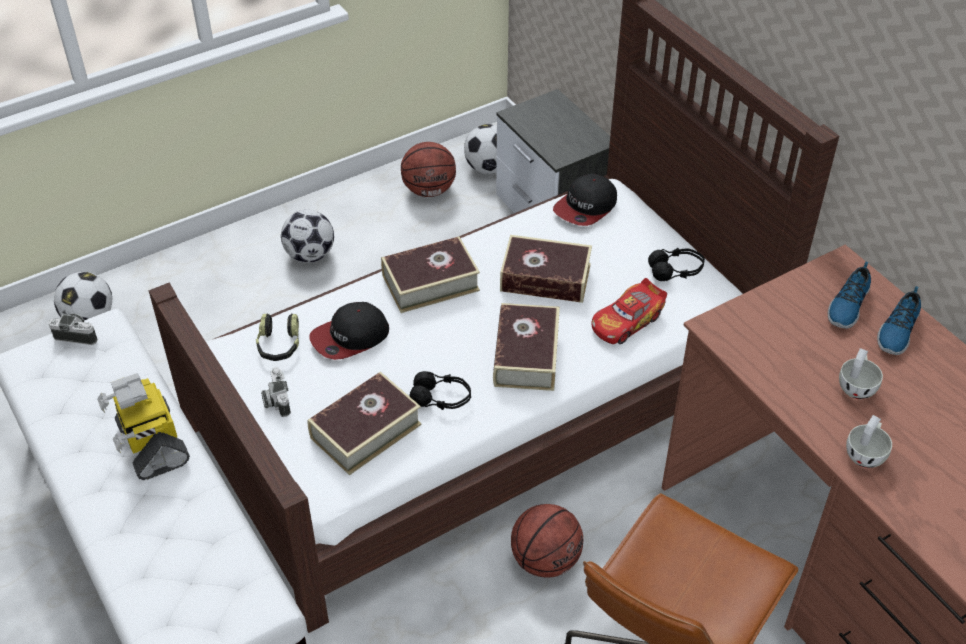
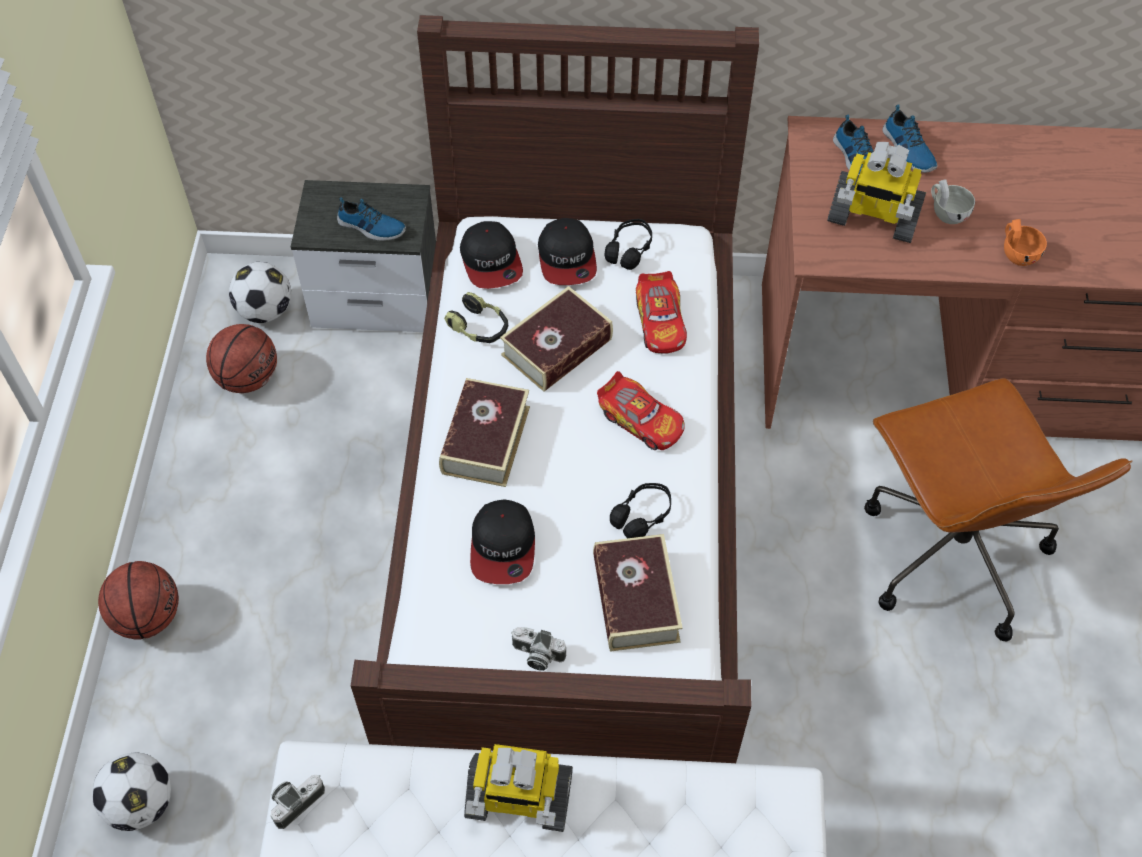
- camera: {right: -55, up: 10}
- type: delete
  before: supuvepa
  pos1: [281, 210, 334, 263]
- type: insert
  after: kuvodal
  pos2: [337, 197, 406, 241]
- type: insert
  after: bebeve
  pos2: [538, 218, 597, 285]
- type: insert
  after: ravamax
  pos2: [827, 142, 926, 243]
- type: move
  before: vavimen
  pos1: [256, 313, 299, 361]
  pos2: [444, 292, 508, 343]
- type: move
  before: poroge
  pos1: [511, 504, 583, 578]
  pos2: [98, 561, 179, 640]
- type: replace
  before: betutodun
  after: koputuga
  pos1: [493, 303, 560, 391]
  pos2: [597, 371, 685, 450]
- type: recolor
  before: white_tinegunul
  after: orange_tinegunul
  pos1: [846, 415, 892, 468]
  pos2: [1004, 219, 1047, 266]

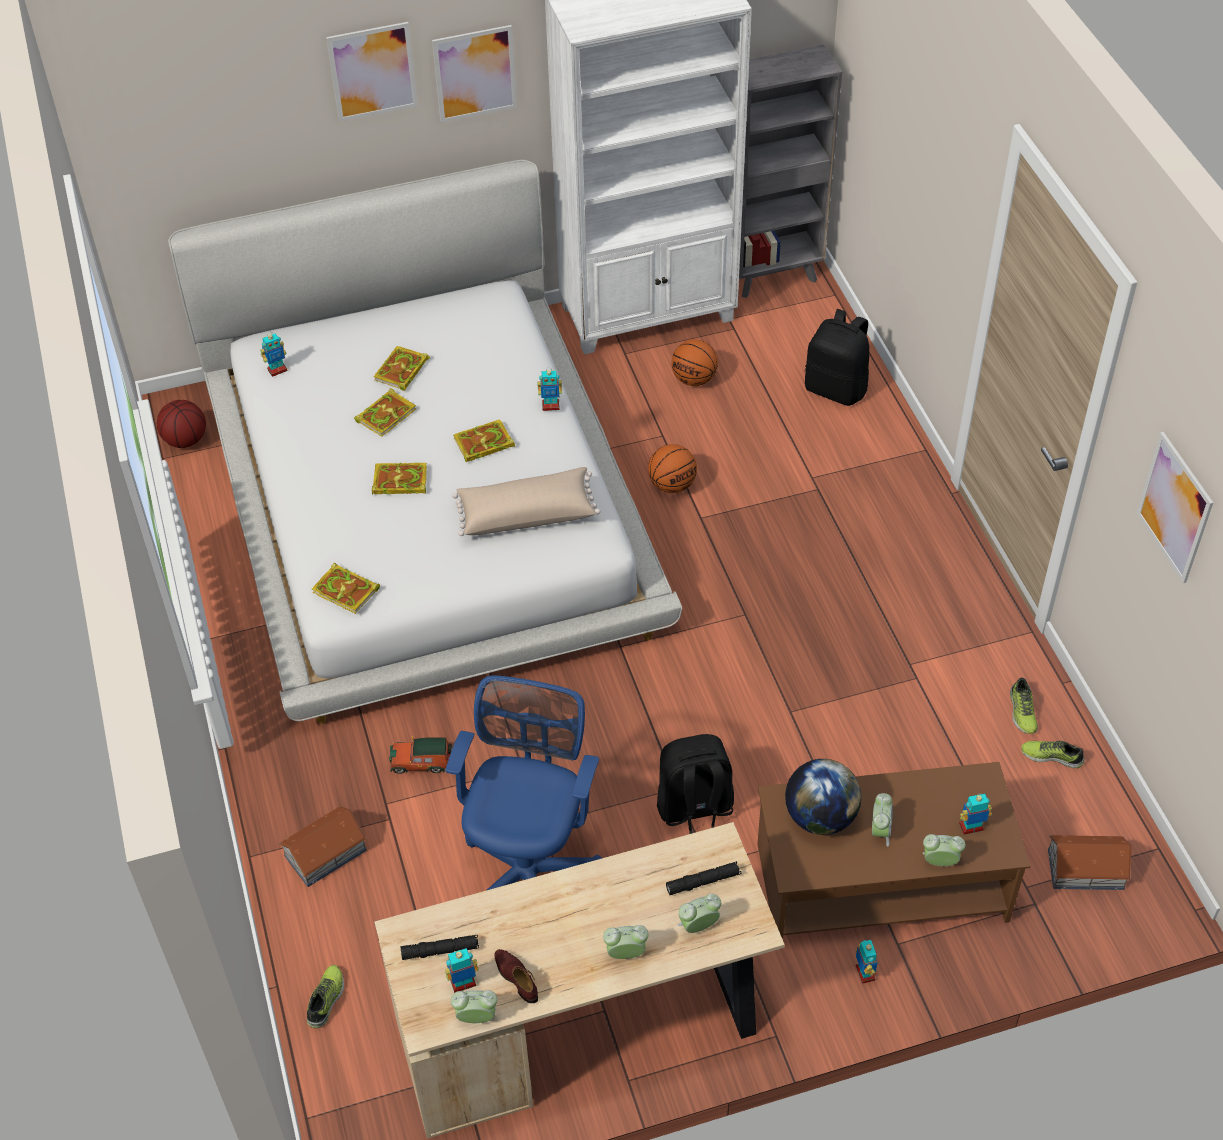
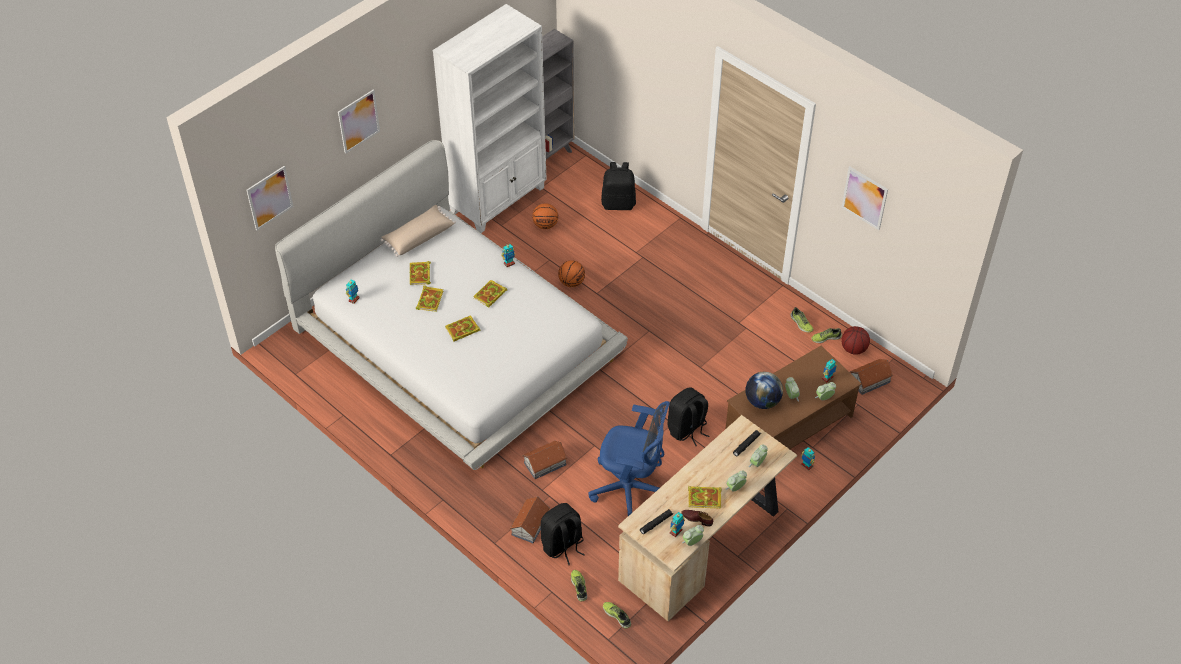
- camera: {right: -30, up: 0}
- type: insert
  after: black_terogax
  pos2: [541, 503, 585, 565]
- type: insert
  after: kuvodal
  pos2: [603, 602, 631, 629]
- type: move
  before: poroge
  pos1: [157, 400, 206, 448]
  pos2: [841, 326, 870, 355]
- type: move
  before: betutodun
  pos1: [312, 563, 380, 614]
  pos2: [688, 486, 721, 509]
- type: move
  before: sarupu
  pos1: [432, 25, 517, 123]
  pos2: [246, 166, 294, 230]
- type: move
  before: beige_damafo
  pos1: [452, 467, 601, 536]
  pos2: [381, 205, 456, 257]
- type: replace
  before: koputuga
  after: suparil
  pos1: [389, 736, 452, 774]
  pos2: [522, 441, 567, 479]
- type: rotate
  before: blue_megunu
  pos1: [445, 675, 602, 890]
  pos2: [588, 401, 670, 516]
  turn: 120

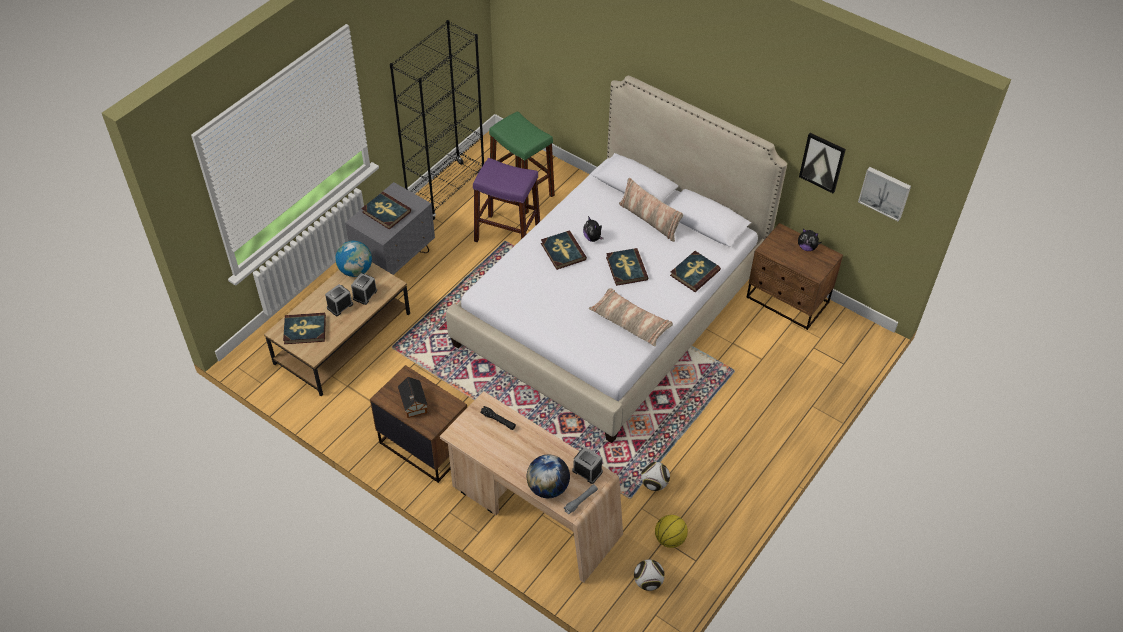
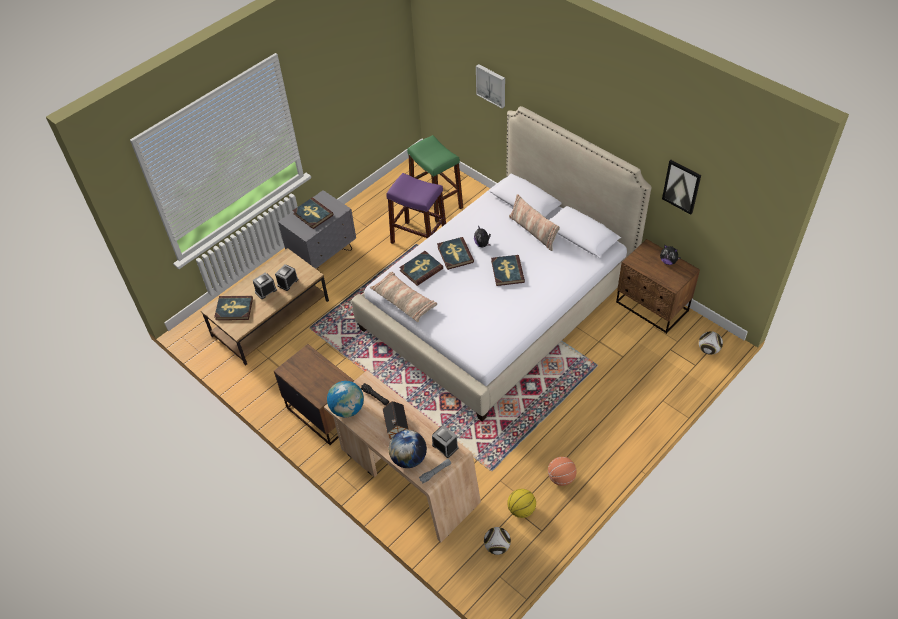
- camera: {right: 10, up: 0}
- type: delete
  before: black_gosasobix
  pos1: [390, 20, 484, 220]
- type: insert
  after: poroge
  pos2: [548, 457, 577, 486]
- type: move
  before: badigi
  pos1: [335, 241, 372, 277]
  pos2: [327, 381, 364, 418]
- type: move
  before: suparil
  pos1: [397, 377, 428, 418]
  pos2: [383, 401, 409, 439]
- type: move
  before: damafo
  pos1: [589, 288, 673, 346]
  pos2: [370, 272, 437, 322]
- type: move
  before: supuvepa
  pos1: [641, 462, 670, 491]
  pos2: [699, 331, 723, 355]
- type: move
  before: betutodun
  pos1: [670, 251, 721, 292]
  pos2: [399, 251, 443, 286]
- type: move
  before: sarupu
  pos1: [858, 167, 911, 221]
  pos2: [476, 64, 505, 108]

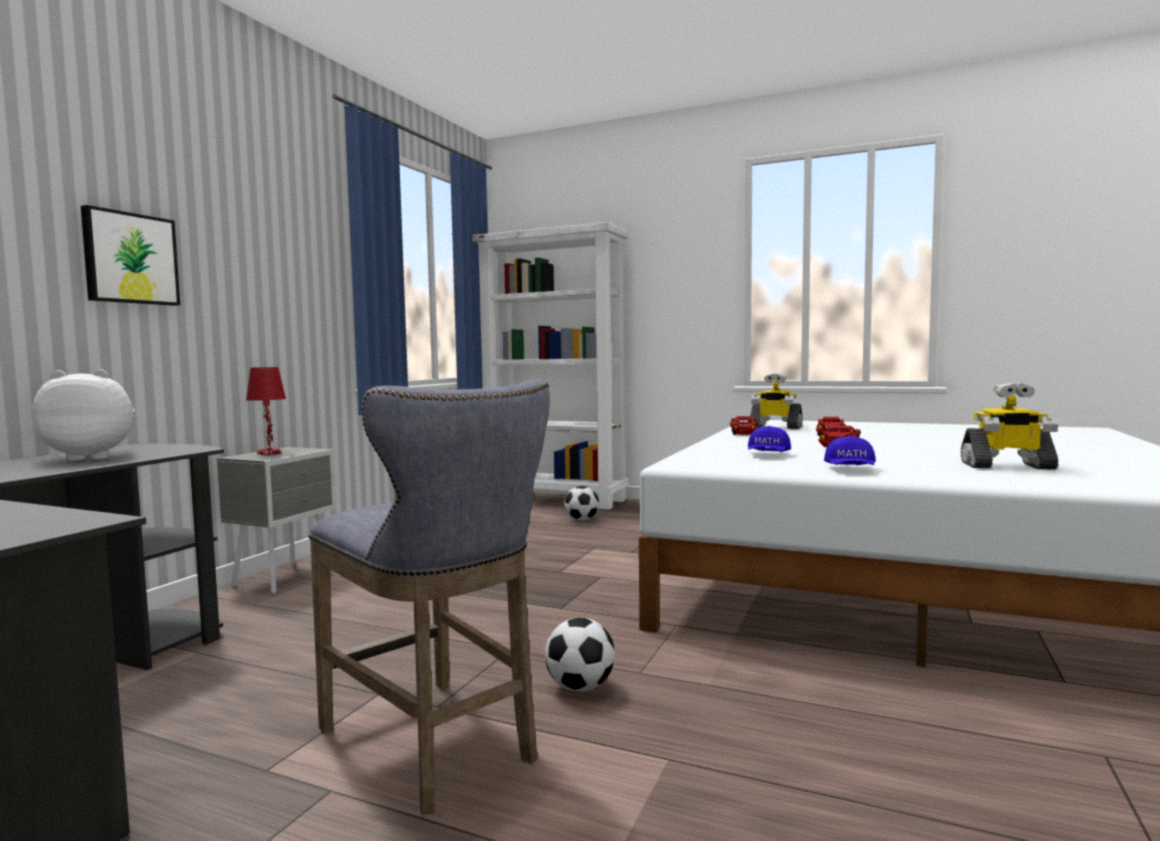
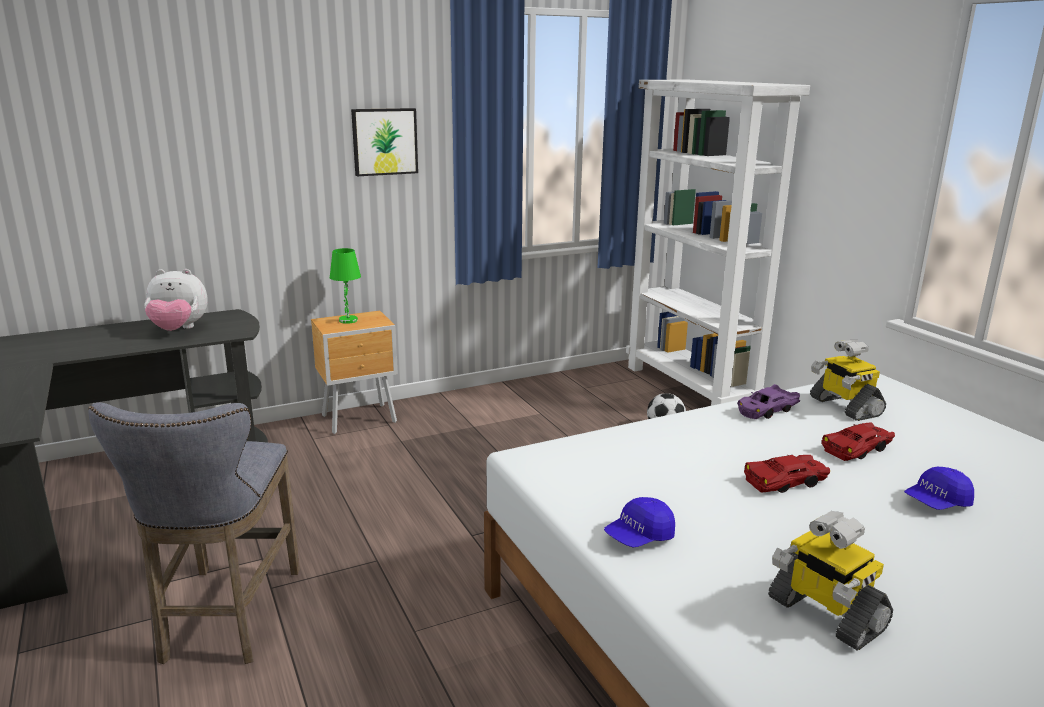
- camera: {right: 40, up: 15}
- type: delete
  before: supuvepa
  pos1: [545, 618, 615, 691]
- type: move
  before: sarupu
  pos1: [81, 205, 180, 306]
  pos2: [351, 108, 418, 176]
- type: move
  before: blue_bebeve
  pos1: [748, 426, 791, 452]
  pos2: [904, 467, 974, 510]
- type: recolor
  before: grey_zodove
  after: brown_zodove
  pos1: [217, 447, 336, 594]
  pos2: [311, 311, 398, 434]
- type: recolor
  before: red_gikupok
  after: green_gikupok
  pos1: [246, 367, 286, 455]
  pos2: [330, 248, 361, 324]
- type: recolor
  before: red_koputuga
  after: purple_koputuga
  pos1: [730, 416, 757, 435]
  pos2: [737, 384, 800, 419]
- type: rotate
  before: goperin
  pos1: [32, 369, 135, 461]
  pos2: [144, 269, 208, 331]
  turn: 150

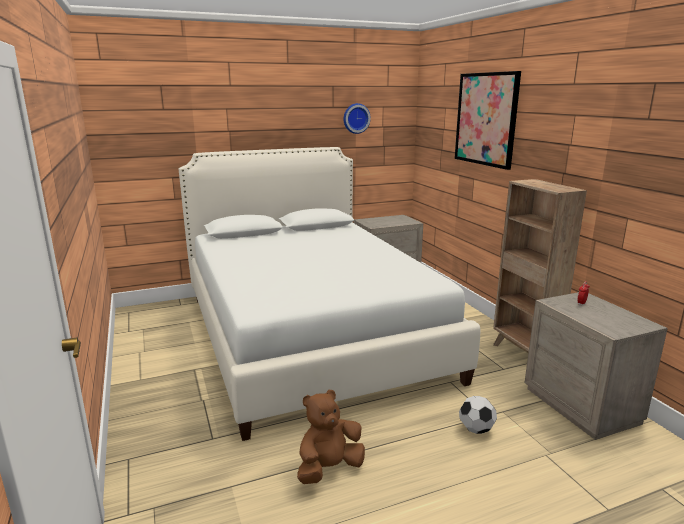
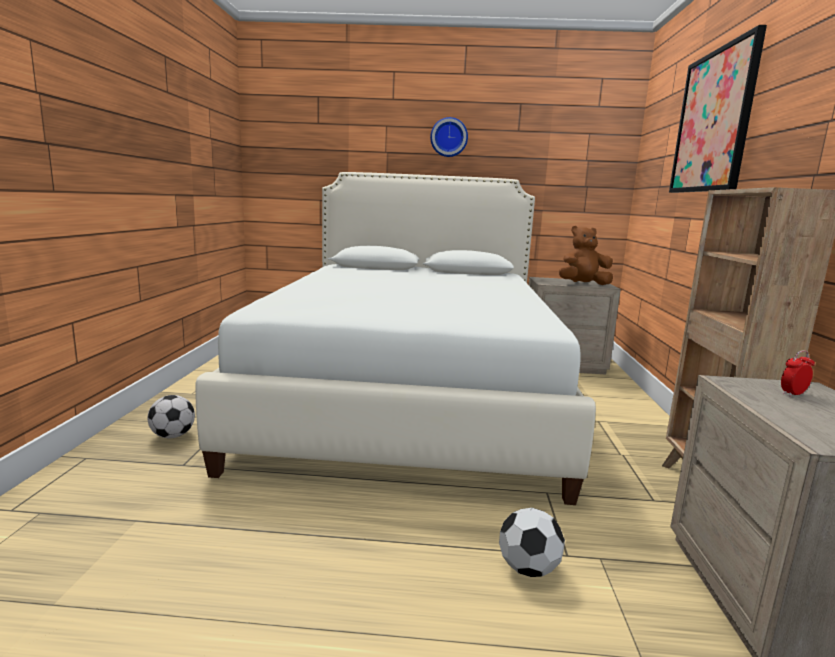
- camera: {right: 25, up: -5}
- type: insert
  after: supuvepa
  pos2: [147, 395, 195, 438]
- type: move
  before: brown_goperin
  pos1: [297, 390, 365, 484]
  pos2: [559, 226, 613, 285]
- type: move
  before: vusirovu
  pos1: [344, 103, 371, 134]
  pos2: [430, 117, 468, 157]

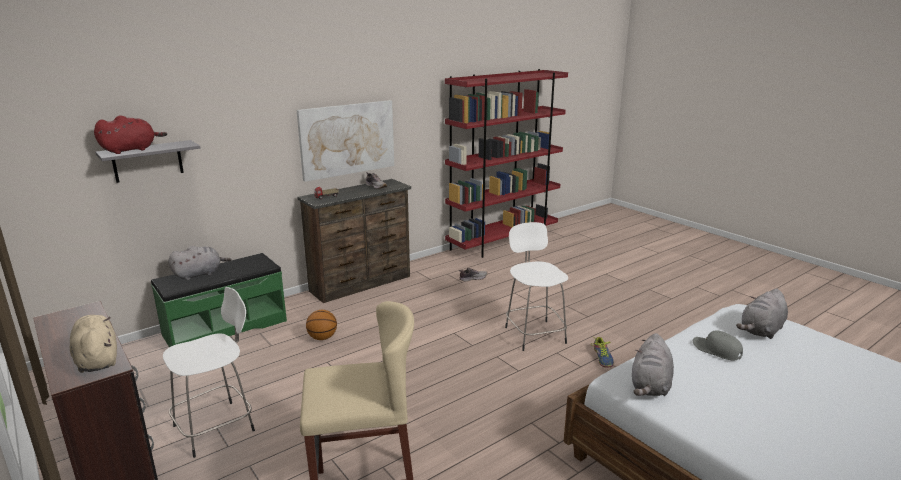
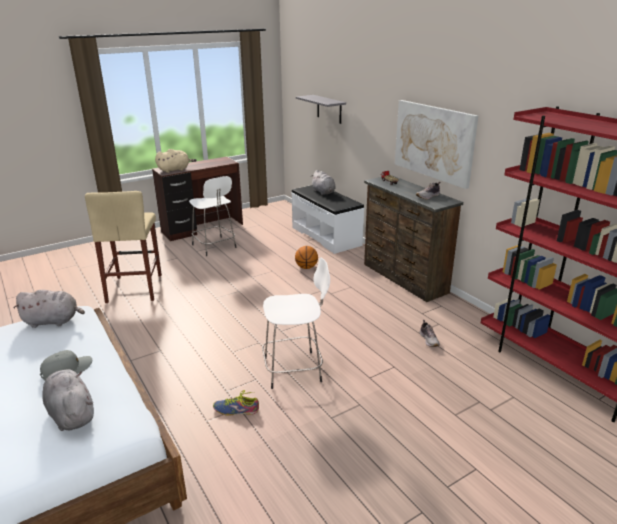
- camera: {right: 95, up: 5}
- type: delete
  before: red_goperin
  pos1: [94, 115, 167, 154]
- type: recolor
  before: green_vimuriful
  after: white_vimuriful
  pos1: [151, 253, 287, 347]
  pos2: [291, 185, 364, 254]
- type: rotate
  before: grey_goperin
  pos1: [632, 333, 674, 396]
  pos2: [14, 290, 85, 328]
  turn: 150

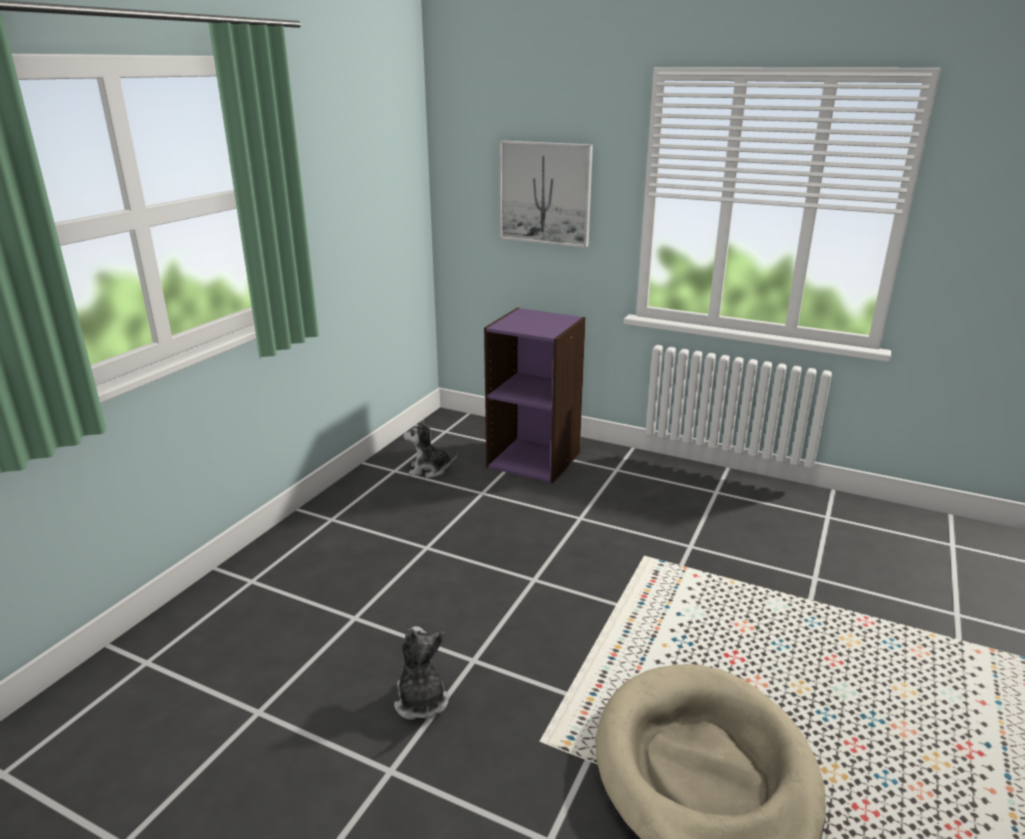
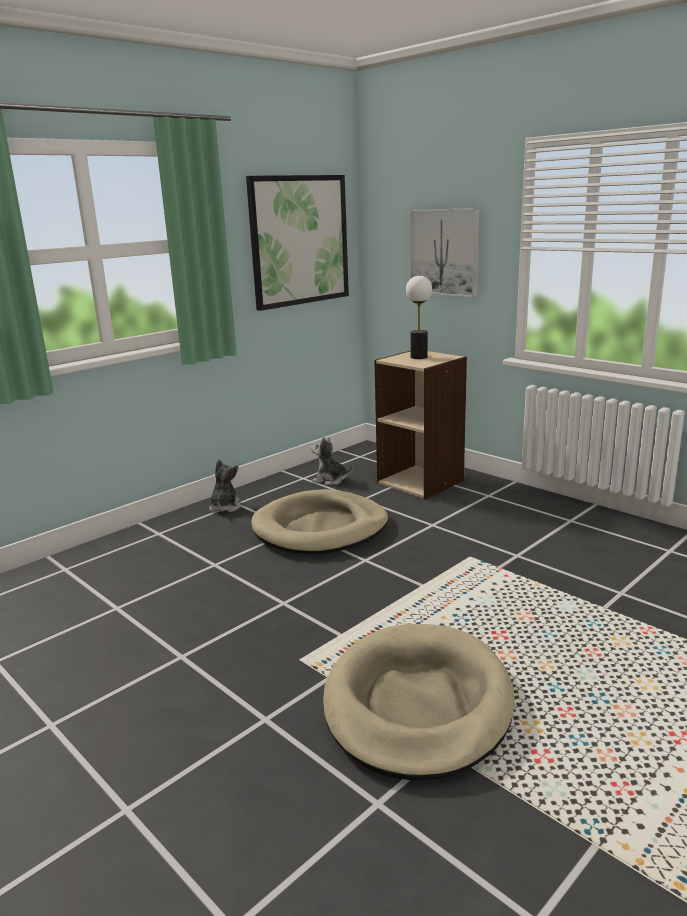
- camera: {right: 20, up: -5}
- type: insert
  after: sarupu
  pos2: [246, 175, 349, 311]
- type: insert
  after: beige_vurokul
  pos2: [251, 489, 388, 554]
- type: insert
  after: gikupok
  pos2: [406, 275, 432, 359]
- type: move
  before: goperin
  pos1: [394, 626, 449, 720]
  pos2: [209, 459, 241, 512]
- type: recolor
  before: purple_gosasobix
  after: beige_gosasobix
  pos1: [484, 307, 586, 483]
  pos2: [374, 350, 467, 499]

